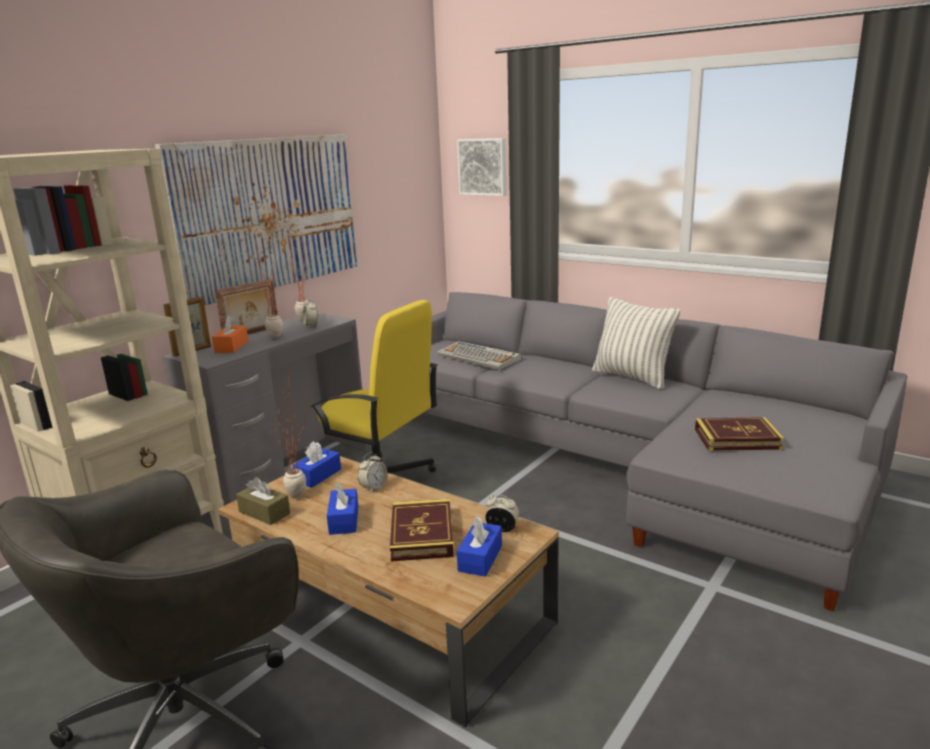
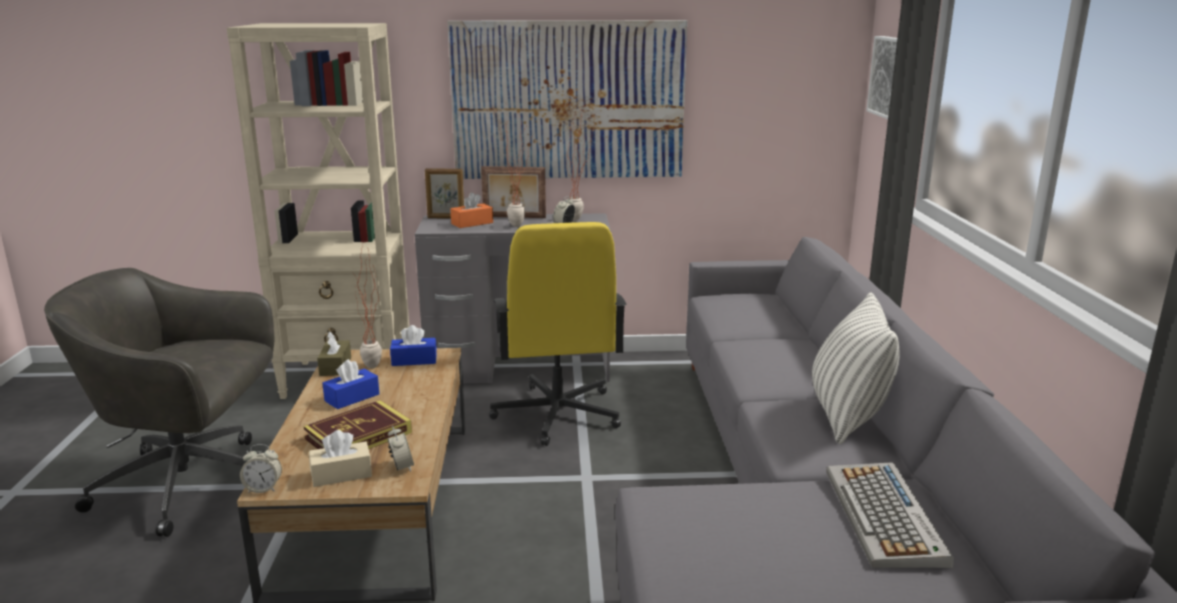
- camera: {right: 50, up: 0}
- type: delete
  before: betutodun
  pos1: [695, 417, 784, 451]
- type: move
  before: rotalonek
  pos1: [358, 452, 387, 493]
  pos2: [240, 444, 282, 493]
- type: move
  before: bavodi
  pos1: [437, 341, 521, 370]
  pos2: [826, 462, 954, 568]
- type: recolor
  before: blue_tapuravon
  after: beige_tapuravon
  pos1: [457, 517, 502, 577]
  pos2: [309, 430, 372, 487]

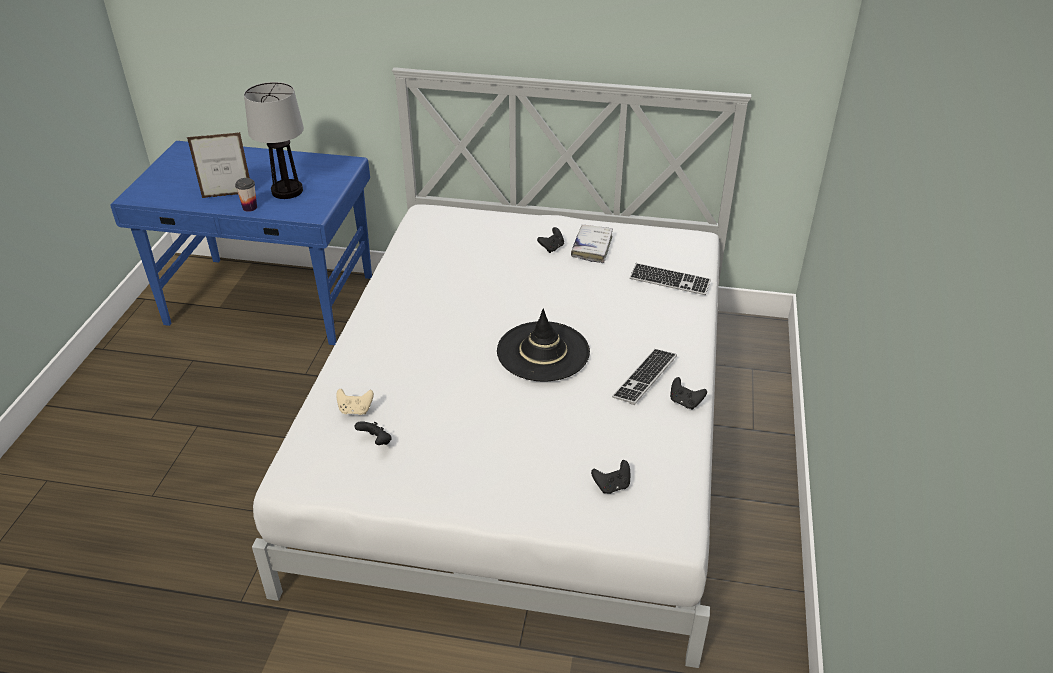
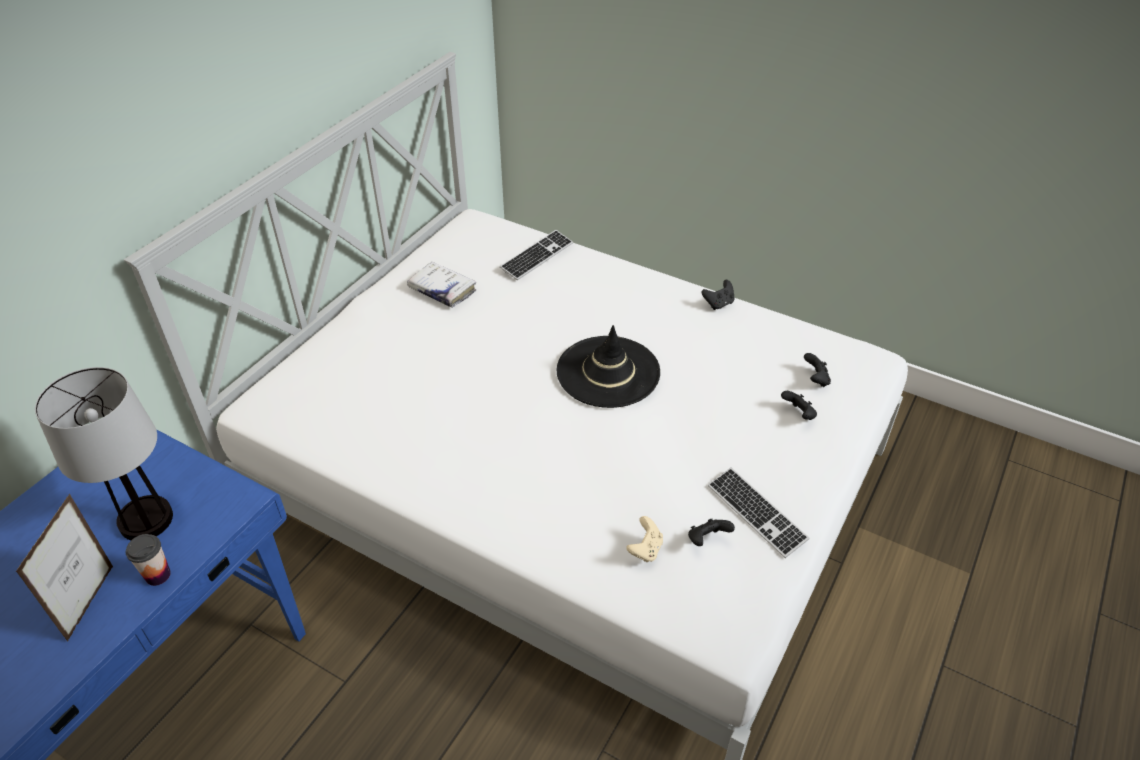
- camera: {right: -70, up: 5}
- type: move
  before: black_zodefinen
  pos1: [537, 227, 564, 253]
  pos2: [781, 391, 817, 420]
- type: move
  before: bavodi
  pos1: [612, 349, 677, 405]
  pos2: [708, 467, 809, 558]

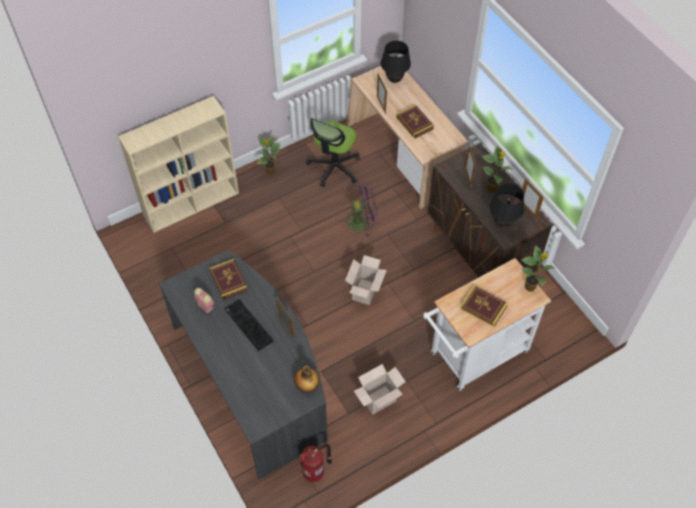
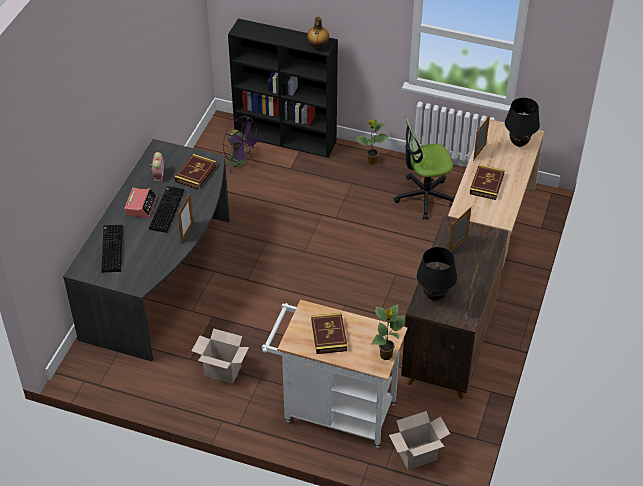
- camera: {right: 50, up: -10}
- type: delete
  before: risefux
  pos1: [298, 444, 332, 482]
- type: delete
  before: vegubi
  pos1: [482, 145, 512, 193]
- type: insert
  after: bavodi
  pos2: [101, 225, 123, 272]
- type: insert
  after: rotalonek
  pos2: [124, 188, 158, 218]
- type: move
  before: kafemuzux
  pos1: [294, 366, 319, 393]
  pos2: [307, 17, 329, 50]
- type: move
  before: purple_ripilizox
  pos1: [342, 183, 378, 237]
  pos2: [223, 116, 261, 173]
- type: move
  before: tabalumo
  pos1: [345, 255, 387, 305]
  pos2: [389, 411, 450, 470]
- type: recolor
  before: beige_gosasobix
  after: black_gosasobix
  pos1: [118, 96, 239, 233]
  pos2: [228, 19, 338, 158]

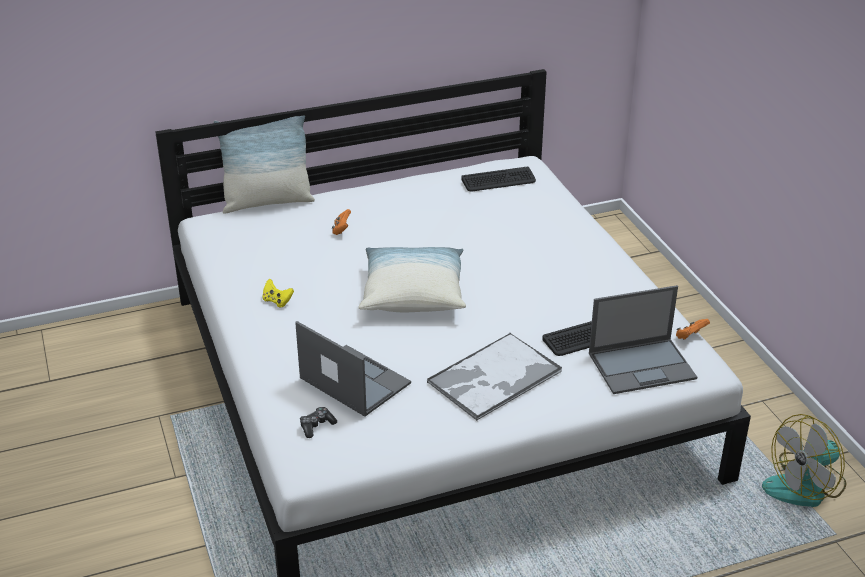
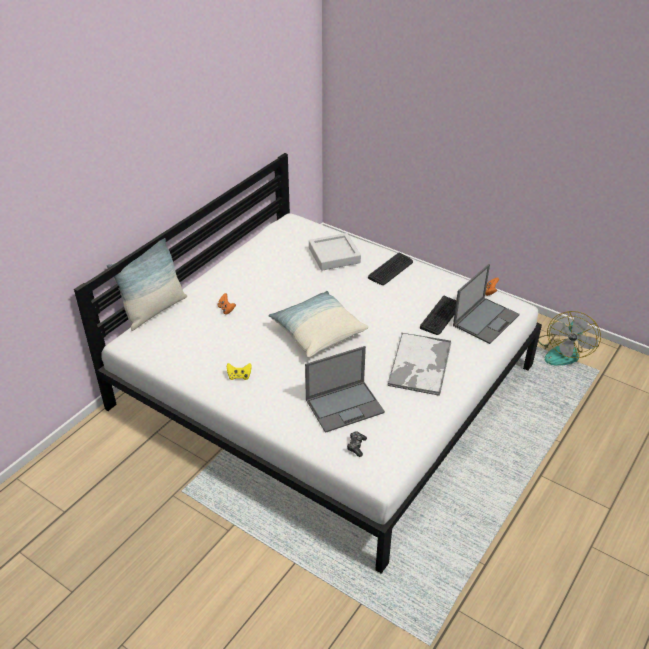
- camera: {right: -35, up: 5}
- type: insert
  after: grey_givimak
  pos2: [309, 233, 361, 271]
- type: move
  before: bavodi
  pos1: [461, 167, 536, 191]
  pos2: [368, 253, 413, 285]
- type: rotate
  before: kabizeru
  pos1: [295, 321, 411, 417]
  pos2: [305, 346, 385, 433]
  turn: 150

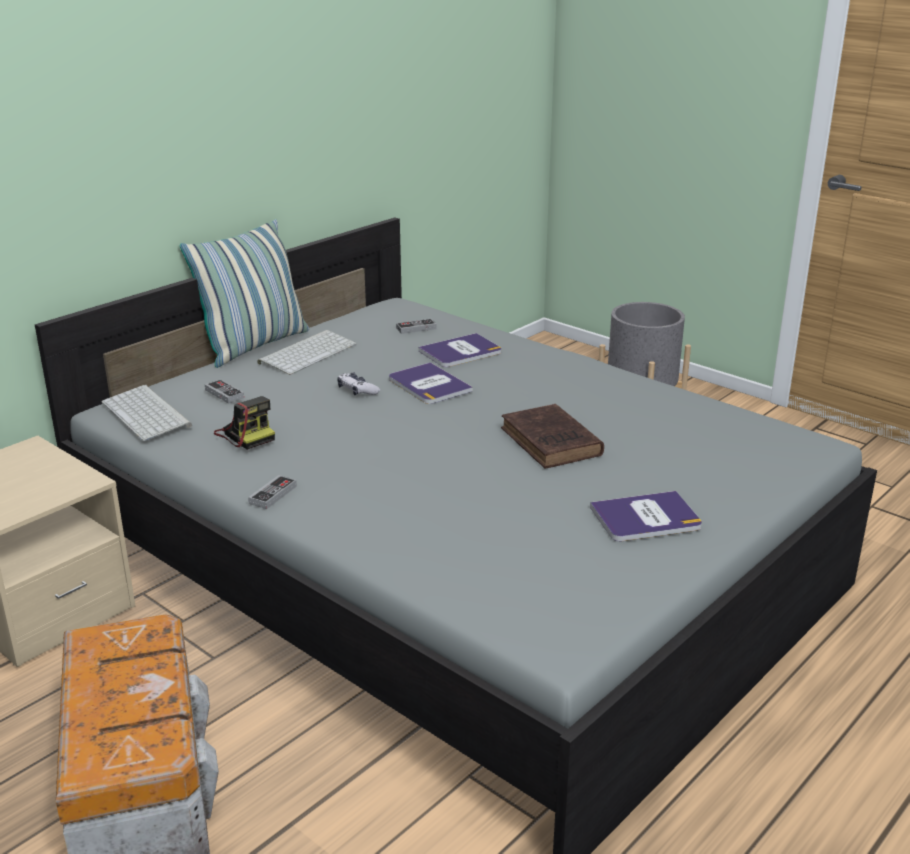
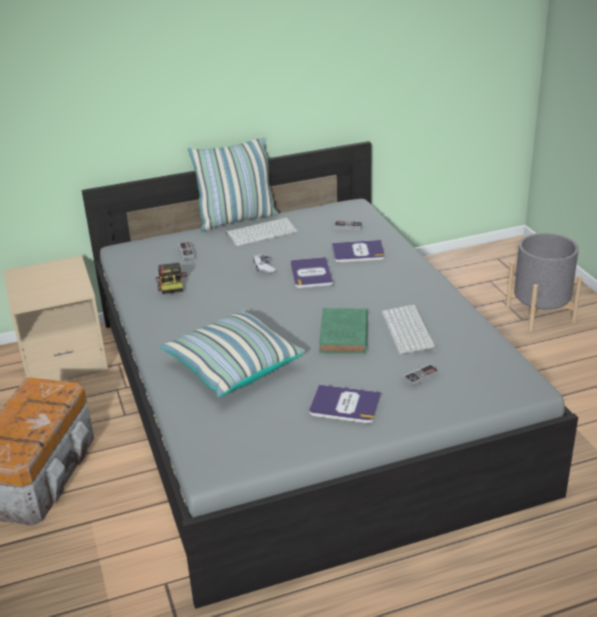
- camera: {right: 30, up: 5}
- type: insert
  after: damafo
  pos2: [160, 309, 305, 397]
- type: move
  before: bavodi
  pos1: [102, 385, 192, 441]
  pos2: [382, 304, 437, 355]
- type: move
  before: zodefinen
  pos1: [248, 475, 297, 509]
  pos2: [402, 363, 439, 387]
- type: recolor
  before: brown_betutodun
  after: green_betutodun
  pos1: [501, 404, 604, 468]
  pos2: [319, 308, 368, 354]

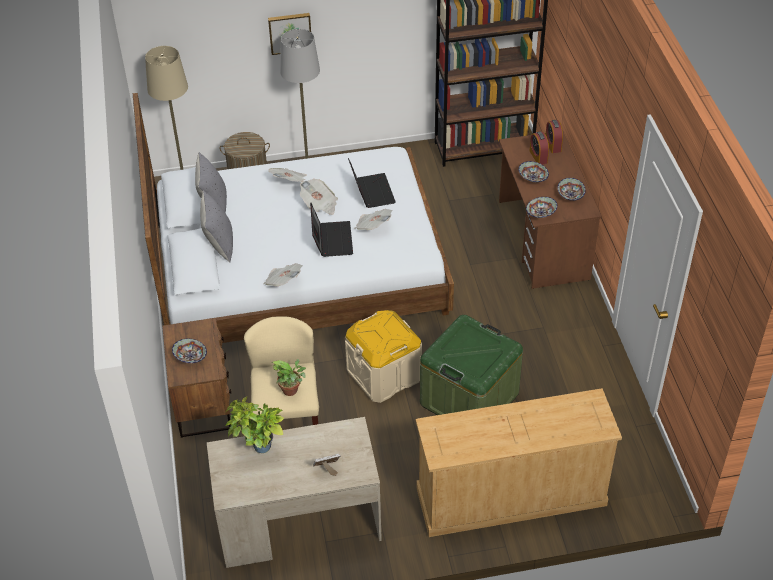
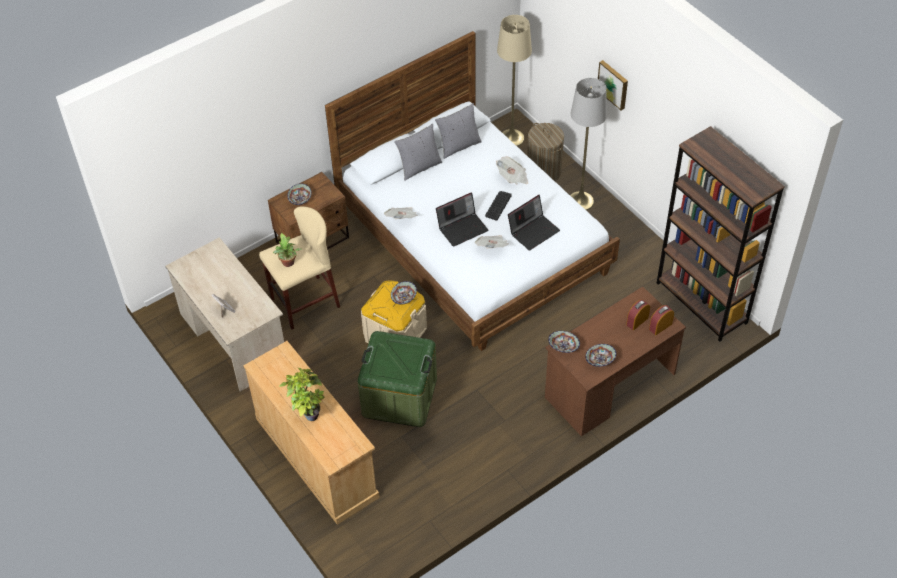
- camera: {right: 65, up: 5}
- type: move
  before: vegubi
  pos1: [226, 397, 284, 453]
  pos2: [279, 368, 325, 421]
- type: move
  before: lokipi
  pos1: [518, 161, 549, 182]
  pos2: [391, 281, 417, 305]
- type: replace
  before: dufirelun
  after: bavodi
  pos1: [300, 179, 338, 215]
  pos2: [485, 191, 512, 221]

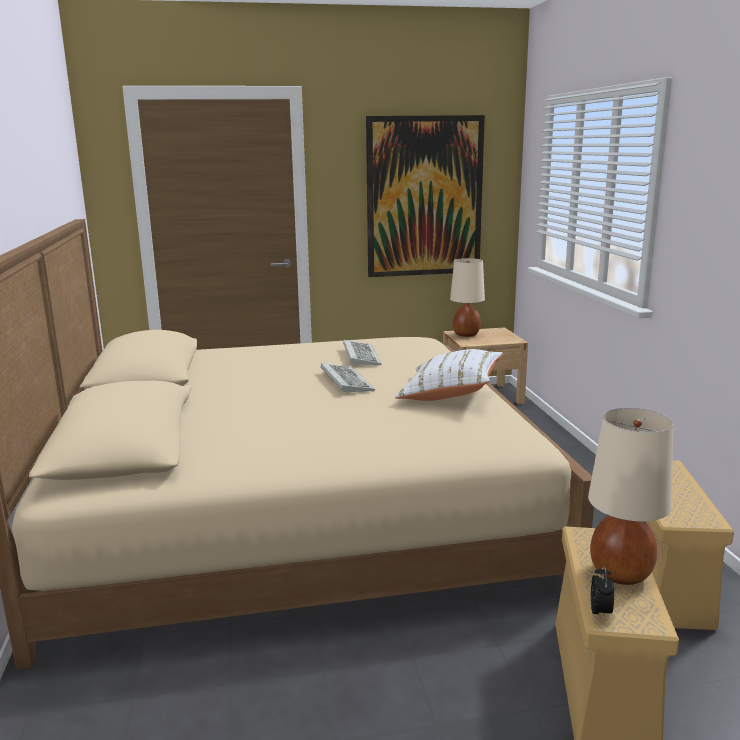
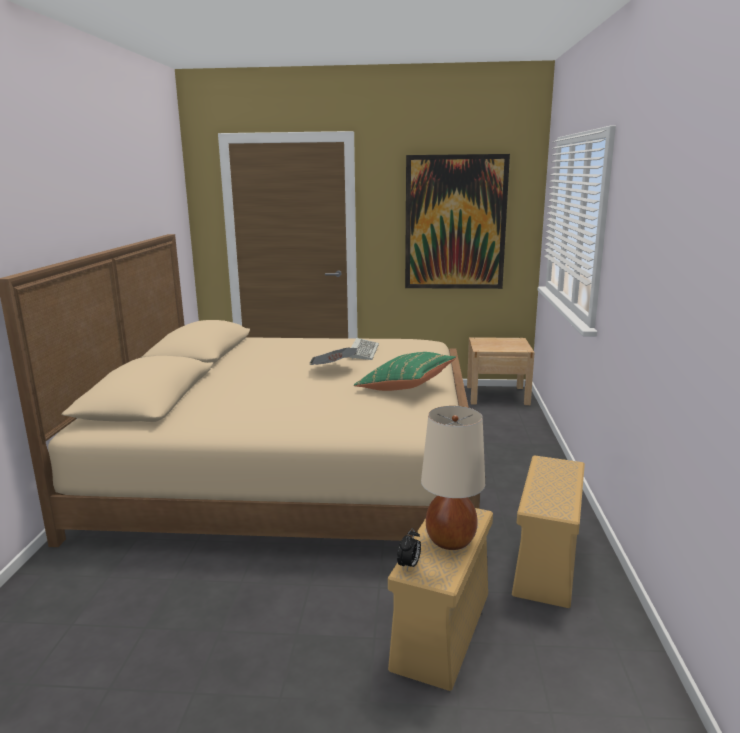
- camera: {right: 15, up: 0}
- type: delete
  before: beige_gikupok
  pos1: [450, 258, 485, 337]
- type: replace
  before: bavodi
  after: dufirelun
  pos1: [321, 363, 375, 394]
  pos2: [310, 348, 357, 365]
- type: recolor
  before: white_damafo
  after: green_damafo
  pos1: [395, 349, 503, 401]
  pos2: [354, 352, 456, 391]

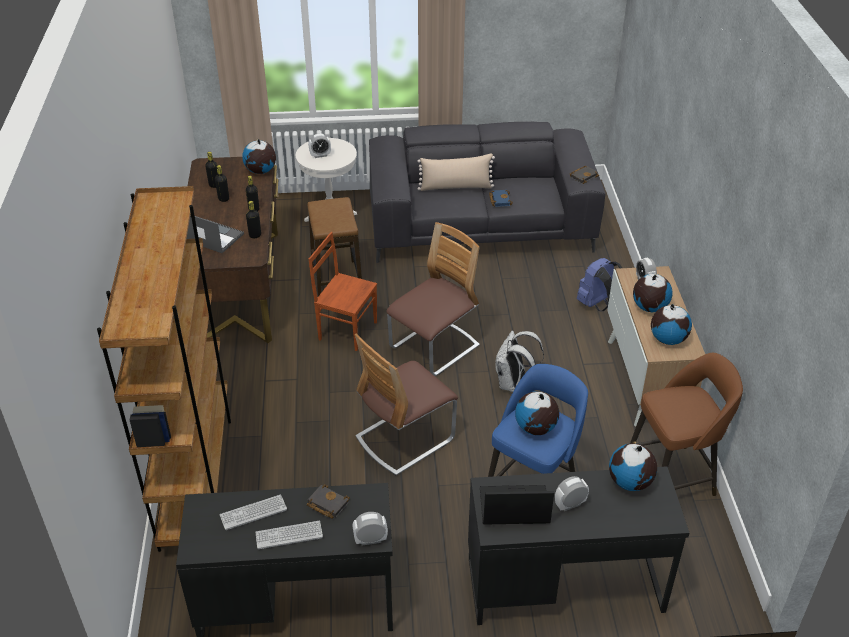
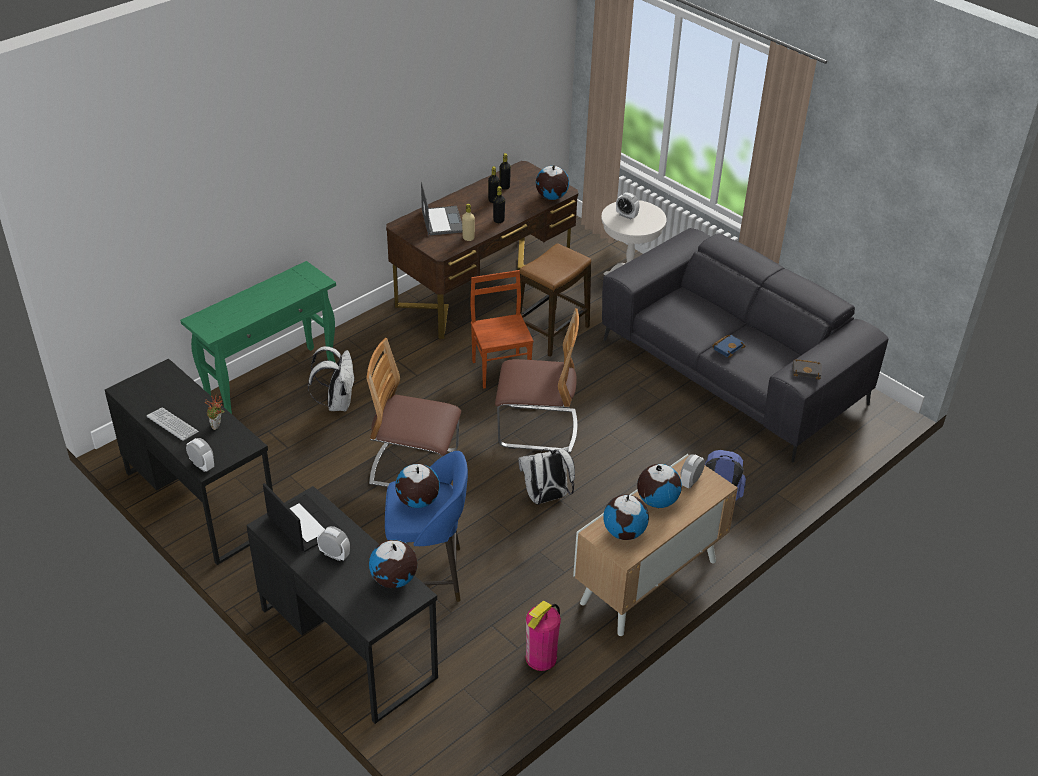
- camera: {right: 50, up: 0}
- type: delete
  before: bavodi
  pos1: [219, 495, 287, 530]
- type: delete
  before: beige_damafo
  pos1: [417, 153, 495, 191]
- type: insert
  after: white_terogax
  pos2: [308, 346, 355, 411]
- type: replace
  before: brown_gosasobix
  after: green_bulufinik
  pos1: [97, 186, 231, 552]
  pos2: [180, 261, 336, 414]
- type: replace
  before: black_betutodun
  after: vegubi
  pos1: [307, 484, 350, 519]
  pos2: [204, 394, 225, 430]
- type: replace
  before: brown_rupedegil
  after: risefux
  pos1: [630, 353, 743, 496]
  pos2: [526, 601, 561, 671]
- type: recolor
  before: black_kafemuzux
  after: beige_kafemuzux
  pos1: [246, 201, 261, 238]
  pos2: [462, 204, 475, 241]

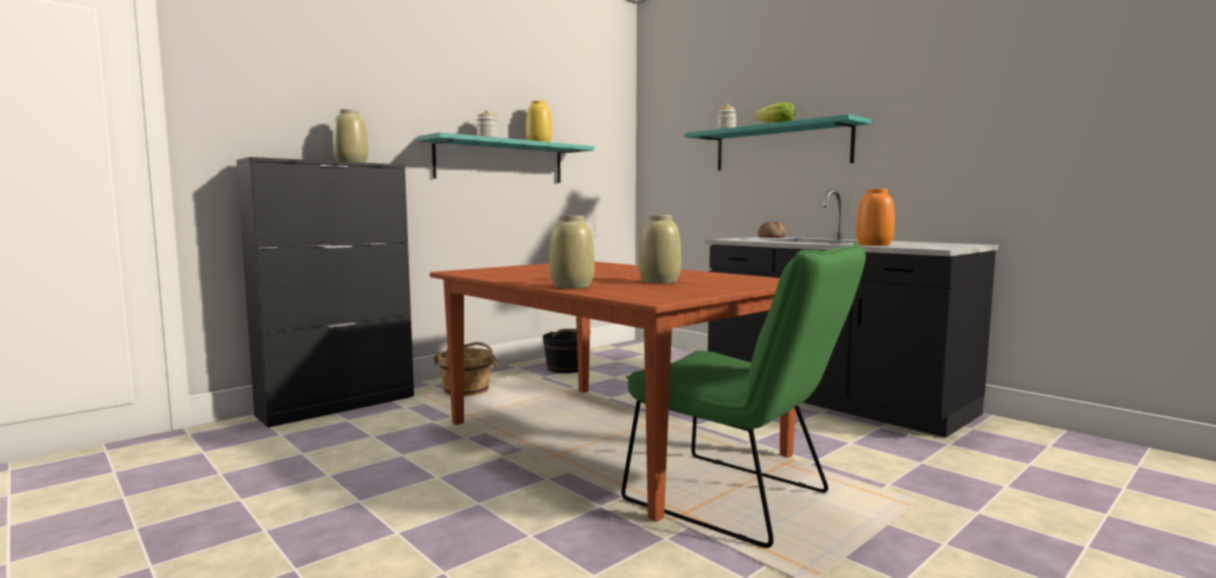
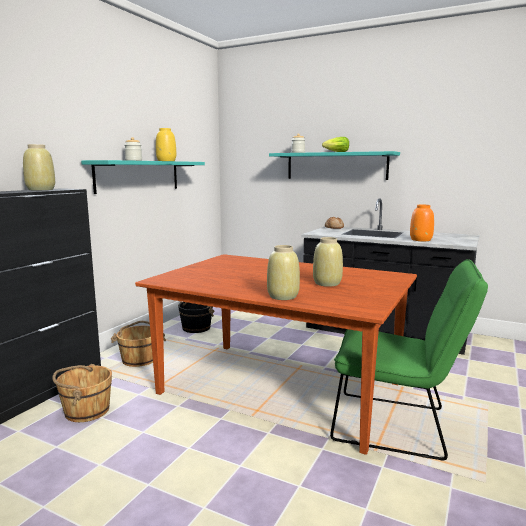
- camera: {right: -20, up: 5}
- type: insert
  after: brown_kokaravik
  pos2: [52, 364, 112, 422]

